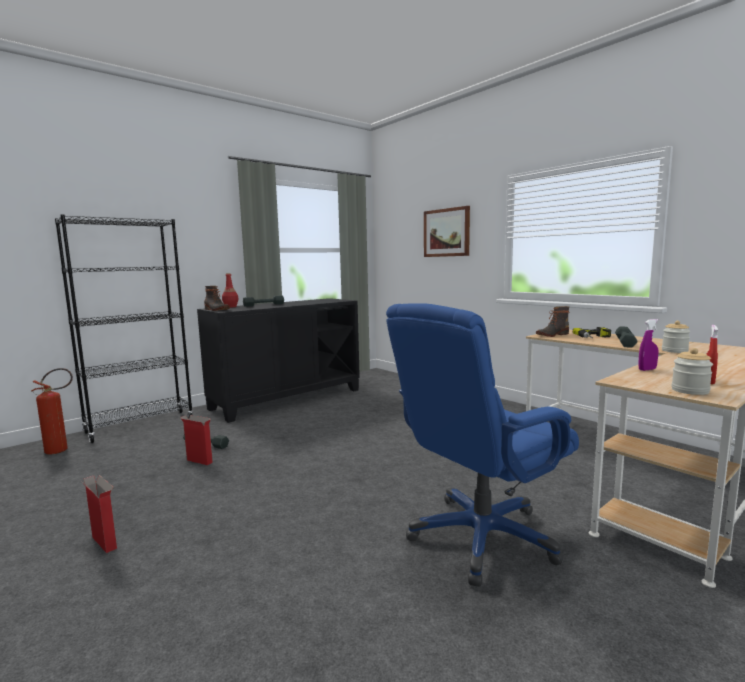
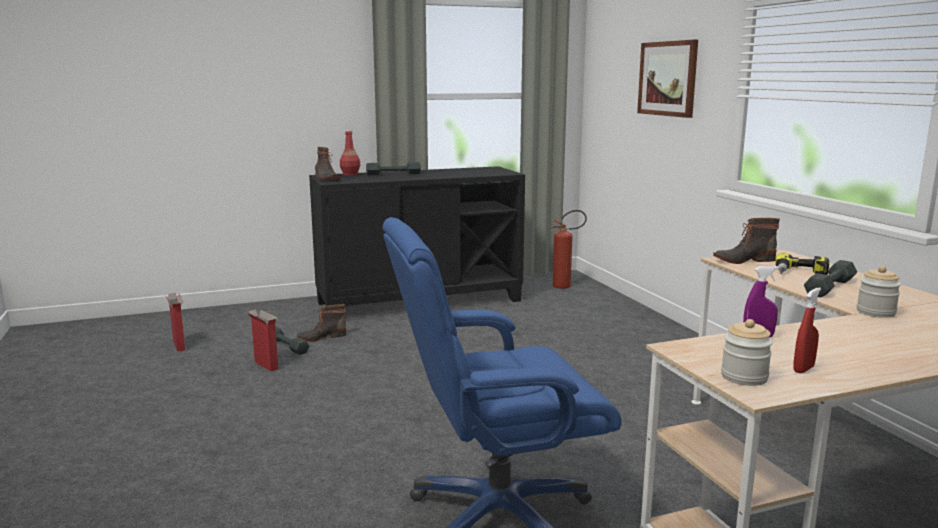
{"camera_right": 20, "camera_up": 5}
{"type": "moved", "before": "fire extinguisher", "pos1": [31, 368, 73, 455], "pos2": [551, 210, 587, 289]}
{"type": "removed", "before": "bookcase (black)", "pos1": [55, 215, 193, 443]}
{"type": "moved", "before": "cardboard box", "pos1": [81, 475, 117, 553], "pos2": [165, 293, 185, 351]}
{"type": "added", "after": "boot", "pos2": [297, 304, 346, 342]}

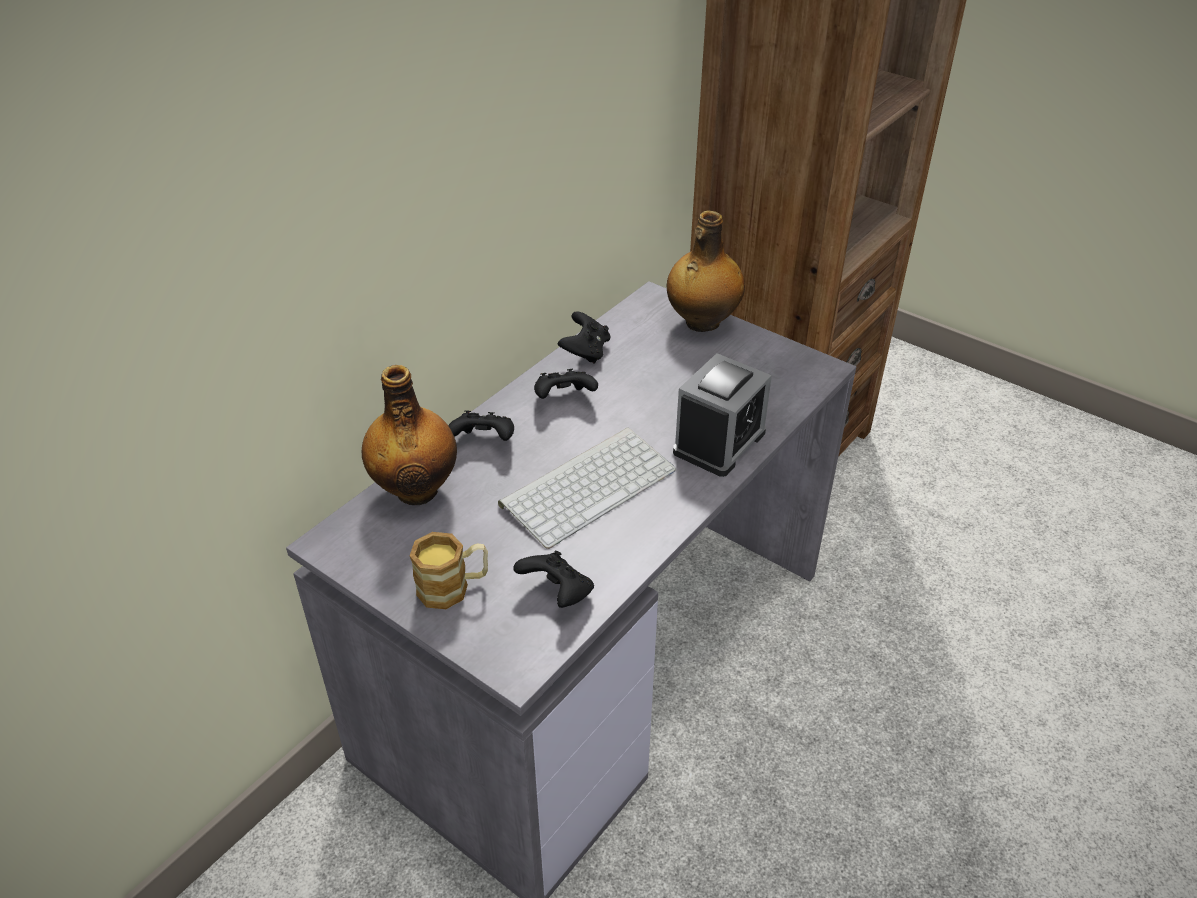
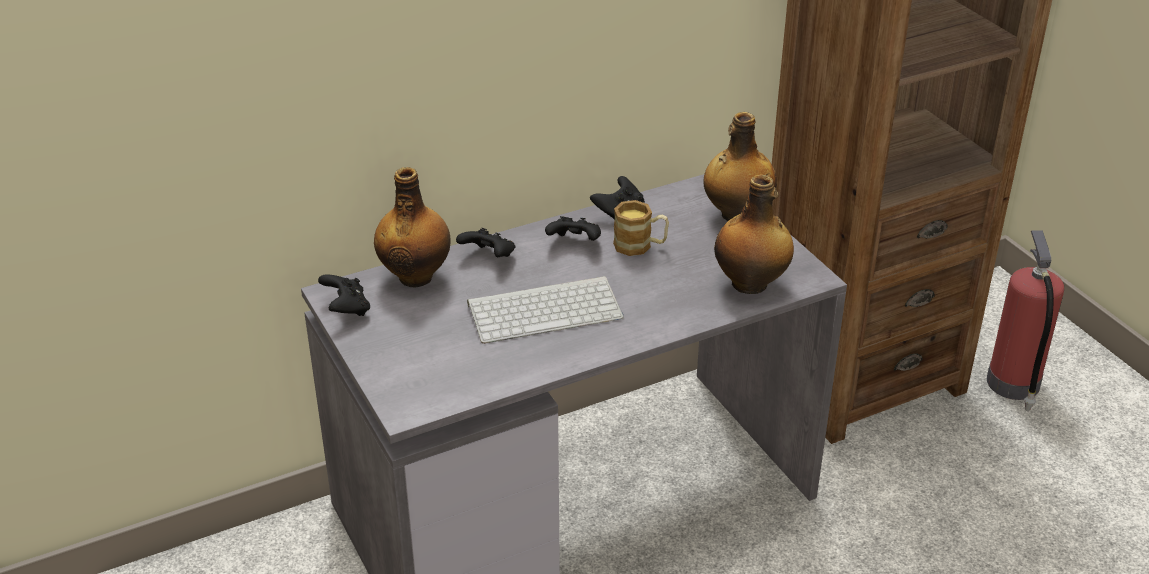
{"camera_right": 25, "camera_up": -5}
{"type": "moved", "before": "mug", "pos1": [409, 532, 488, 609], "pos2": [613, 200, 669, 256]}
{"type": "moved", "before": "game controller (black)", "pos1": [513, 551, 594, 608], "pos2": [318, 274, 370, 316]}
{"type": "removed", "before": "alarm clock", "pos1": [673, 353, 772, 477]}
{"type": "added", "after": "bottle", "pos2": [714, 174, 794, 294]}
{"type": "added", "after": "fire extinguisher", "pos2": [987, 230, 1064, 411]}

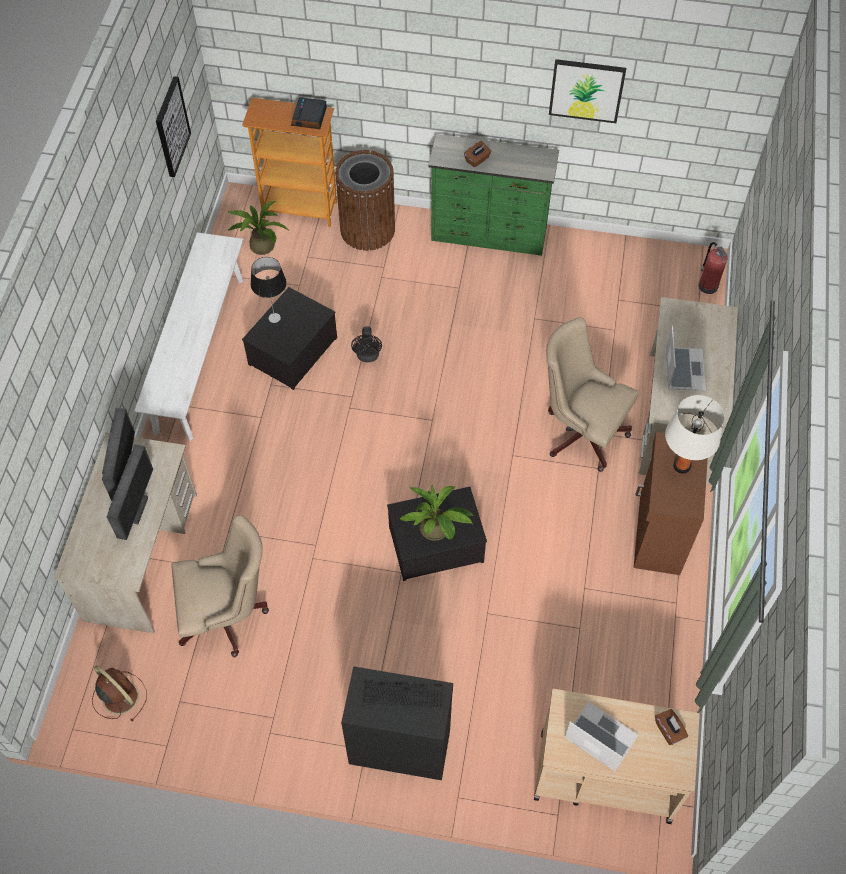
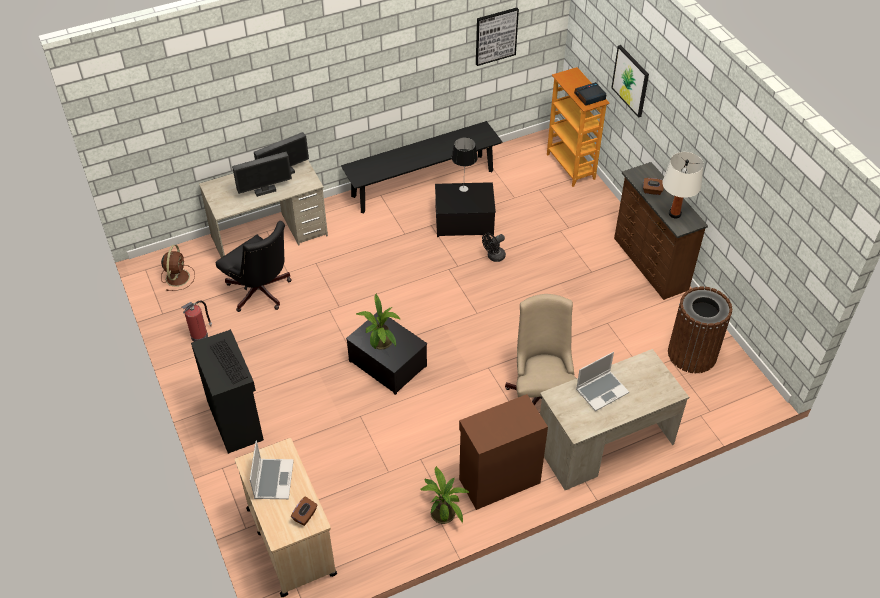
{"camera_right": 55, "camera_up": -10}
{"type": "recoloured", "before": "bench (white)", "after": "bench (black)", "pos1": [134, 232, 243, 441], "pos2": [341, 121, 502, 213]}
{"type": "recoloured", "before": "office chair (beige)", "after": "office chair (black)", "pos1": [171, 515, 269, 657], "pos2": [215, 221, 292, 312]}
{"type": "moved", "before": "potted plant", "pos1": [228, 201, 290, 255], "pos2": [420, 466, 470, 524]}
{"type": "moved", "before": "trash can (brown)", "pos1": [335, 150, 395, 251], "pos2": [668, 287, 732, 373]}
{"type": "recoloured", "before": "dresser (green)", "after": "dresser (brown)", "pos1": [429, 134, 559, 256], "pos2": [614, 162, 708, 300]}
{"type": "moved", "before": "picture", "pos1": [549, 59, 626, 123], "pos2": [611, 45, 649, 118]}
{"type": "moved", "before": "table lamp (white)", "pos1": [665, 395, 725, 474], "pos2": [662, 152, 703, 218]}
{"type": "moved", "before": "fire extinguisher", "pos1": [699, 242, 728, 294], "pos2": [181, 301, 212, 342]}

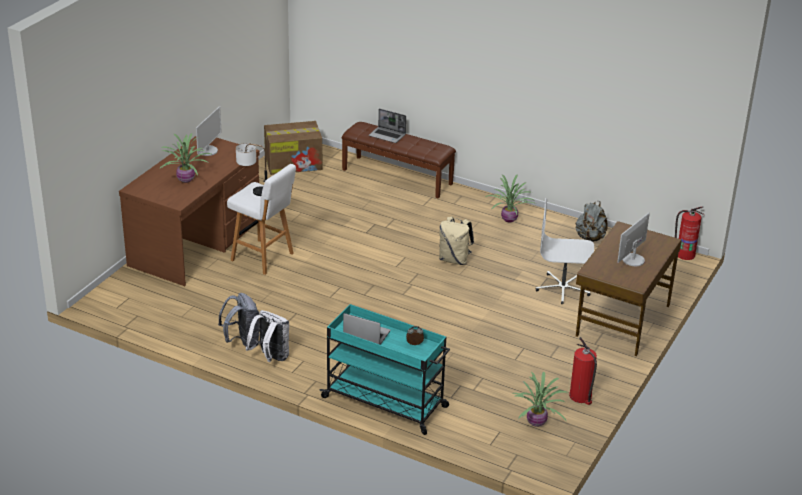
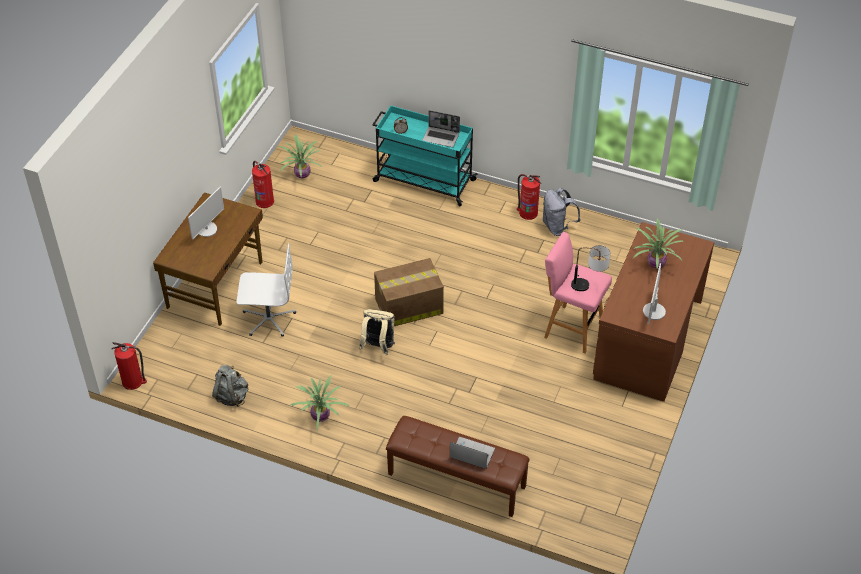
{"camera_right": 175, "camera_up": 15}
{"type": "recoloured", "before": "stool (white)", "after": "stool (pink)", "pos1": [227, 164, 296, 275], "pos2": [544, 232, 612, 354]}
{"type": "replaced", "before": "backpack (white)", "after": "fire extinguisher", "pos1": [246, 310, 289, 362], "pos2": [517, 174, 542, 220]}
{"type": "moved", "before": "cardboard box", "pos1": [264, 121, 322, 175], "pos2": [374, 258, 444, 326]}

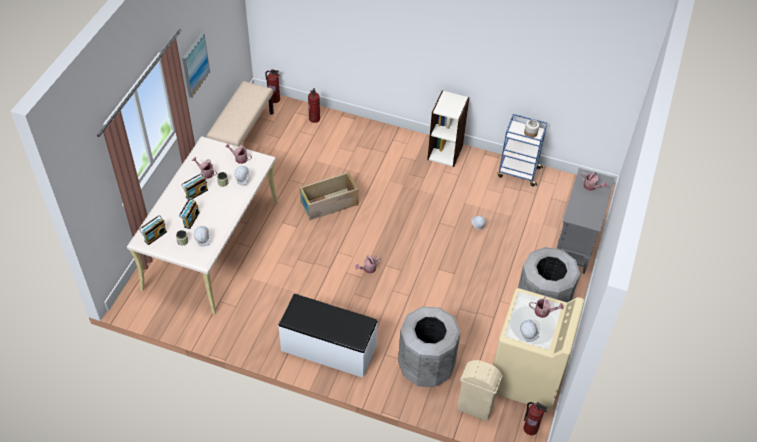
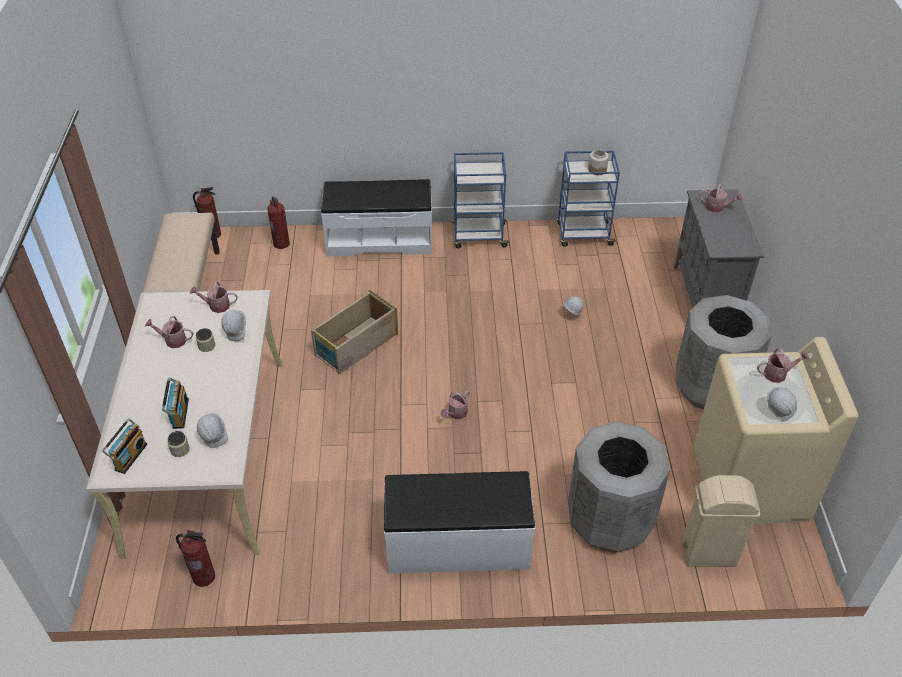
{"camera_right": -20, "camera_up": -5}
{"type": "removed", "before": "radio", "pos1": [181, 173, 208, 200]}
{"type": "removed", "before": "picture", "pos1": [182, 33, 210, 98]}
{"type": "replaced", "before": "bookcase", "after": "cart (blue)", "pos1": [427, 90, 469, 167], "pos2": [452, 152, 510, 249]}
{"type": "moved", "before": "fire extinguisher", "pos1": [524, 402, 547, 435], "pos2": [176, 530, 215, 587]}
{"type": "added", "after": "bench (white)", "pos2": [321, 179, 432, 257]}

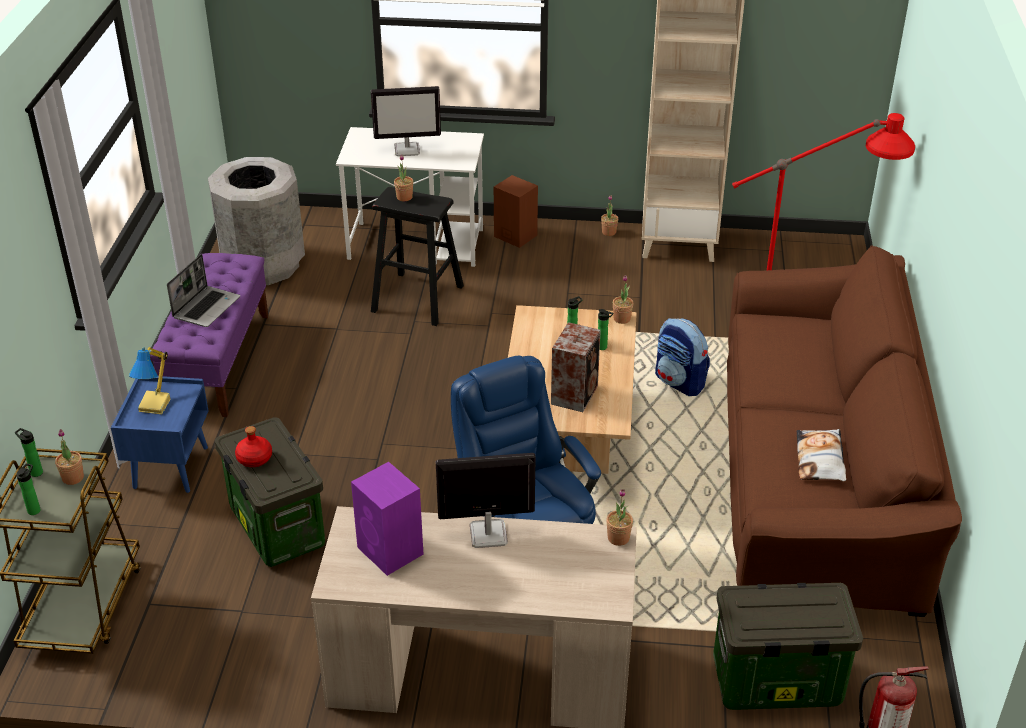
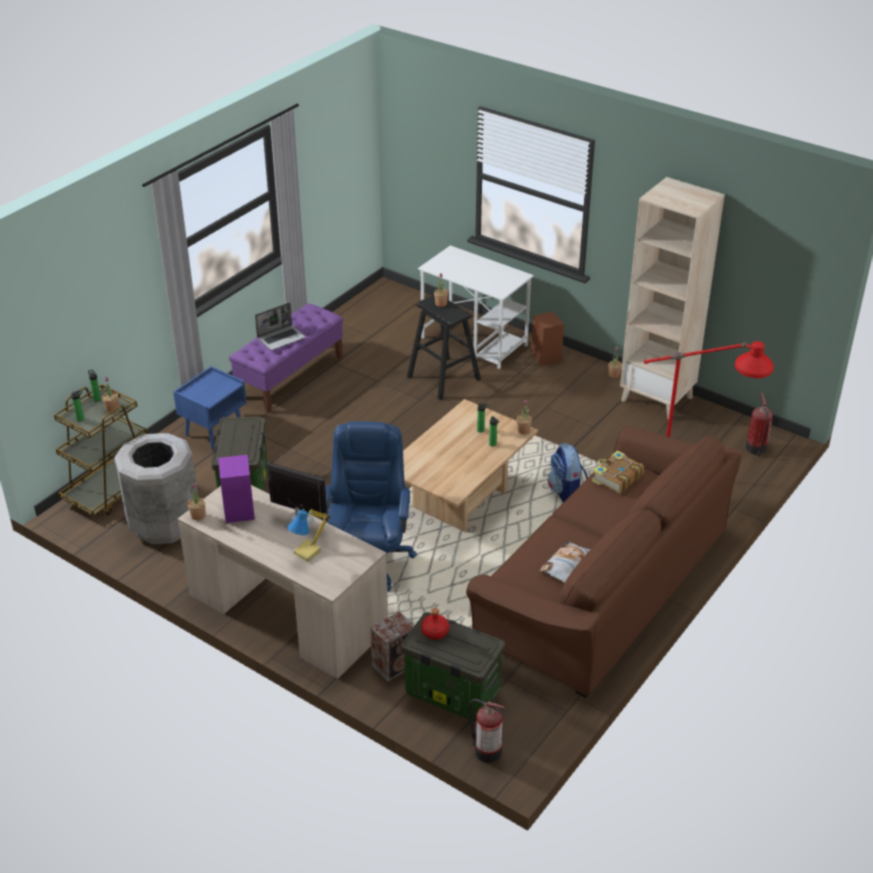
{"camera_right": 30, "camera_up": 0}
{"type": "moved", "before": "table lamp", "pos1": [129, 347, 171, 414], "pos2": [287, 509, 330, 562]}
{"type": "moved", "before": "trash can (grey)", "pos1": [208, 157, 305, 285], "pos2": [114, 433, 198, 544]}
{"type": "moved", "before": "bottle (red)", "pos1": [235, 426, 272, 467], "pos2": [421, 608, 449, 640]}
{"type": "removed", "before": "monitor", "pos1": [371, 86, 441, 156]}
{"type": "moved", "before": "speaker", "pos1": [551, 322, 601, 412], "pos2": [370, 612, 414, 681]}
{"type": "moved", "before": "potted plant", "pos1": [606, 489, 633, 546], "pos2": [188, 483, 205, 520]}
{"type": "added", "after": "book", "pos2": [592, 450, 644, 494]}
{"type": "added", "after": "fire extinguisher", "pos2": [746, 392, 773, 457]}

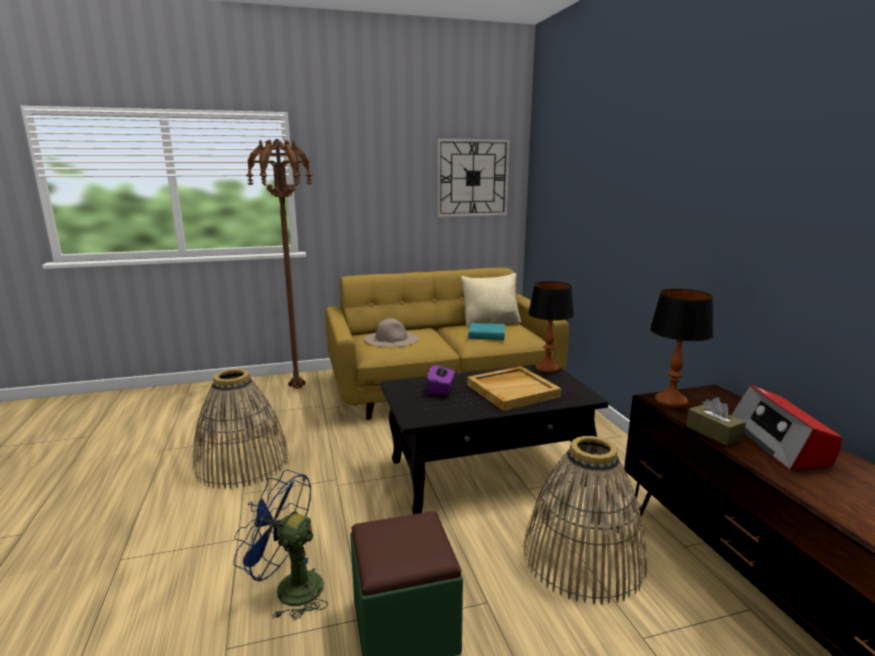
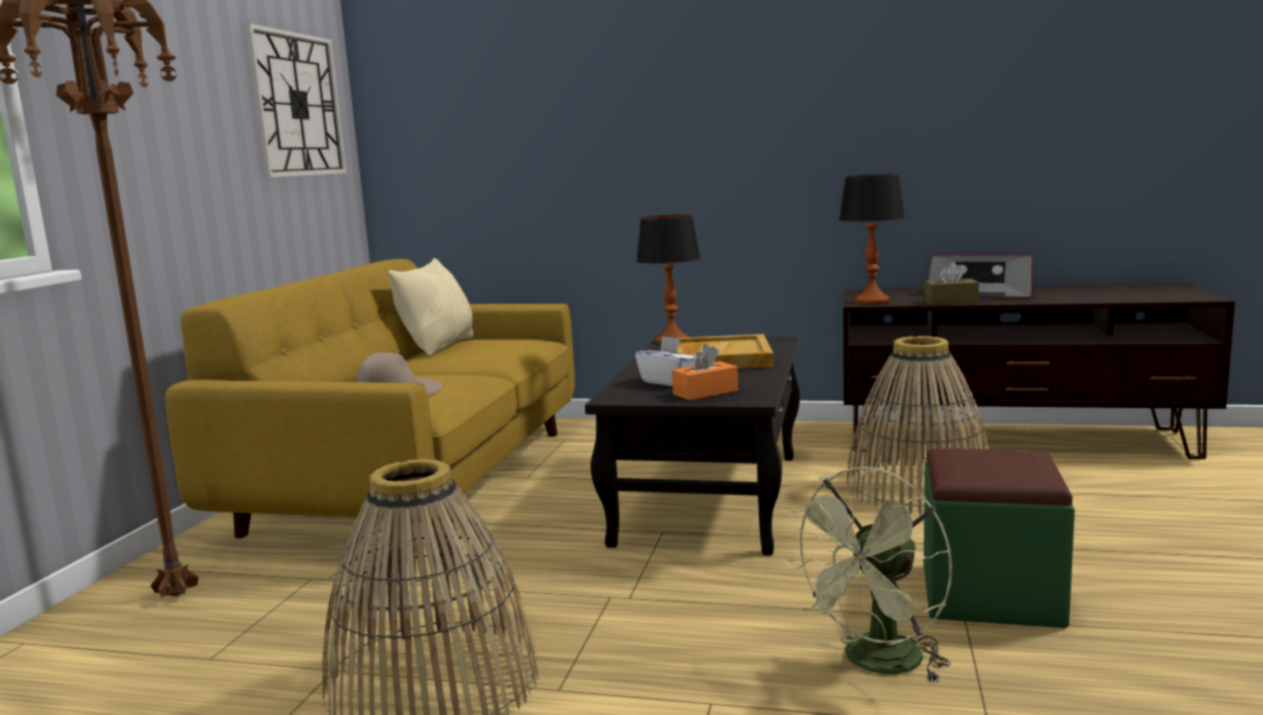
{"camera_right": -60, "camera_up": -5}
{"type": "recoloured", "before": "fan (blue)", "after": "fan (green)", "pos1": [233, 470, 328, 620], "pos2": [784, 467, 952, 683]}
{"type": "recoloured", "before": "tissue box (purple)", "after": "tissue box (white)", "pos1": [427, 362, 455, 396], "pos2": [635, 336, 695, 387]}
{"type": "removed", "before": "book (turquoise)", "pos1": [468, 323, 505, 340]}
{"type": "added", "after": "tissue box (orange)", "pos2": [672, 344, 738, 401]}

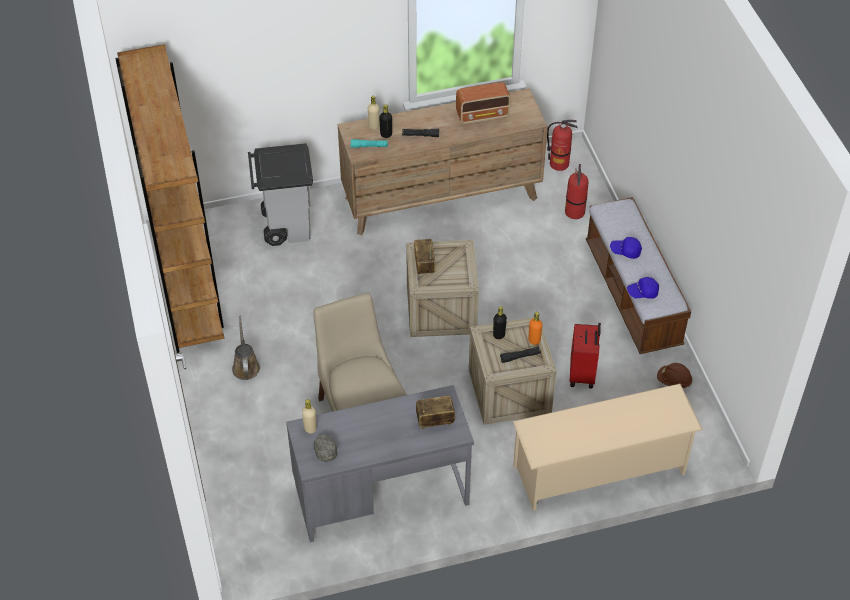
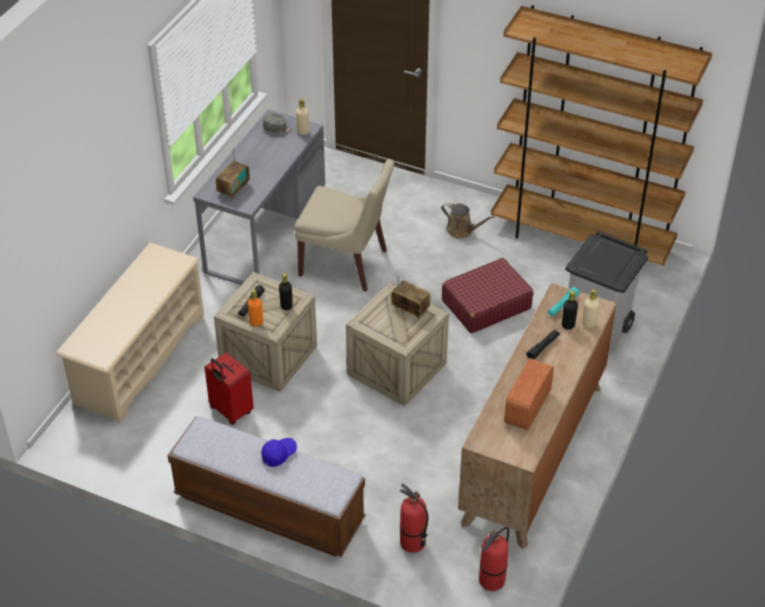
{"camera_right": 130, "camera_up": -5}
{"type": "removed", "before": "cap (blue)", "pos1": [627, 277, 659, 299]}
{"type": "removed", "before": "hard hat (brown)", "pos1": [657, 363, 693, 388]}
{"type": "added", "after": "suitcase (red)", "pos2": [442, 258, 534, 333]}

